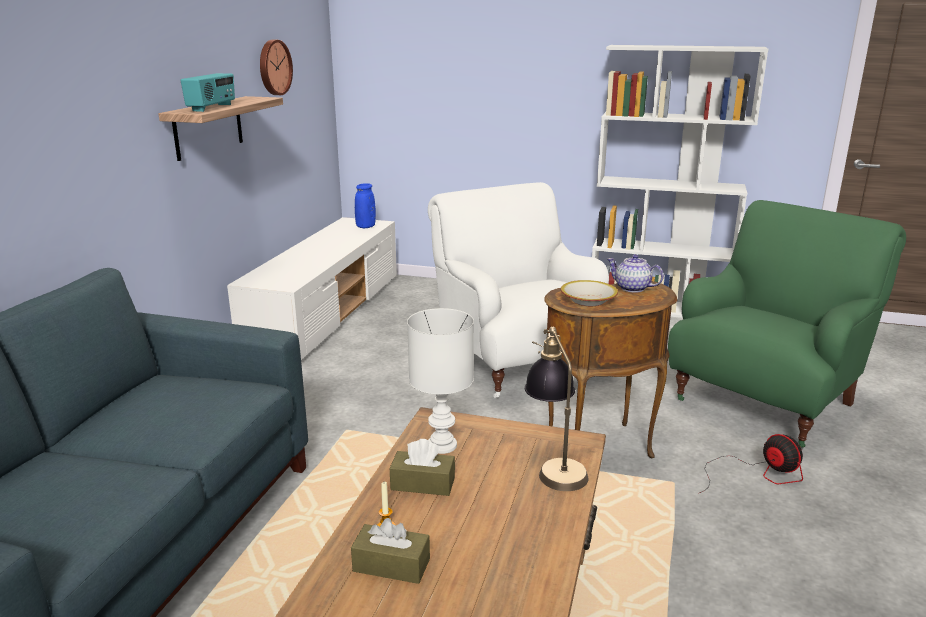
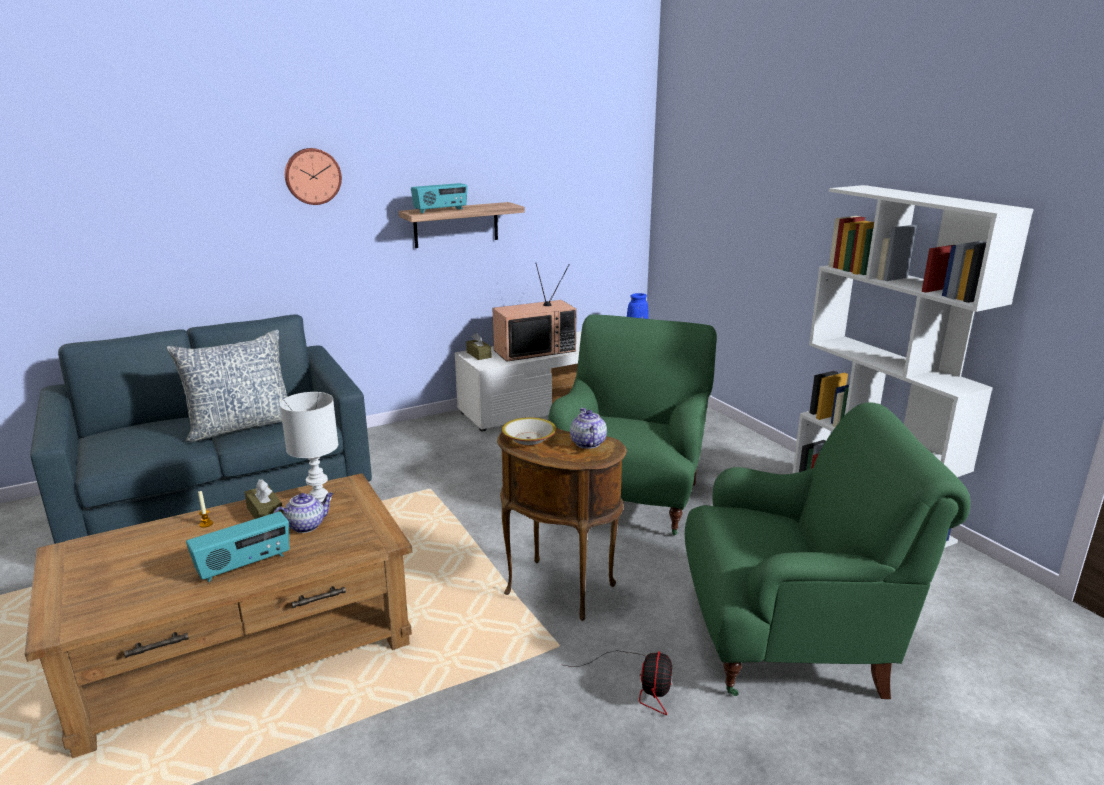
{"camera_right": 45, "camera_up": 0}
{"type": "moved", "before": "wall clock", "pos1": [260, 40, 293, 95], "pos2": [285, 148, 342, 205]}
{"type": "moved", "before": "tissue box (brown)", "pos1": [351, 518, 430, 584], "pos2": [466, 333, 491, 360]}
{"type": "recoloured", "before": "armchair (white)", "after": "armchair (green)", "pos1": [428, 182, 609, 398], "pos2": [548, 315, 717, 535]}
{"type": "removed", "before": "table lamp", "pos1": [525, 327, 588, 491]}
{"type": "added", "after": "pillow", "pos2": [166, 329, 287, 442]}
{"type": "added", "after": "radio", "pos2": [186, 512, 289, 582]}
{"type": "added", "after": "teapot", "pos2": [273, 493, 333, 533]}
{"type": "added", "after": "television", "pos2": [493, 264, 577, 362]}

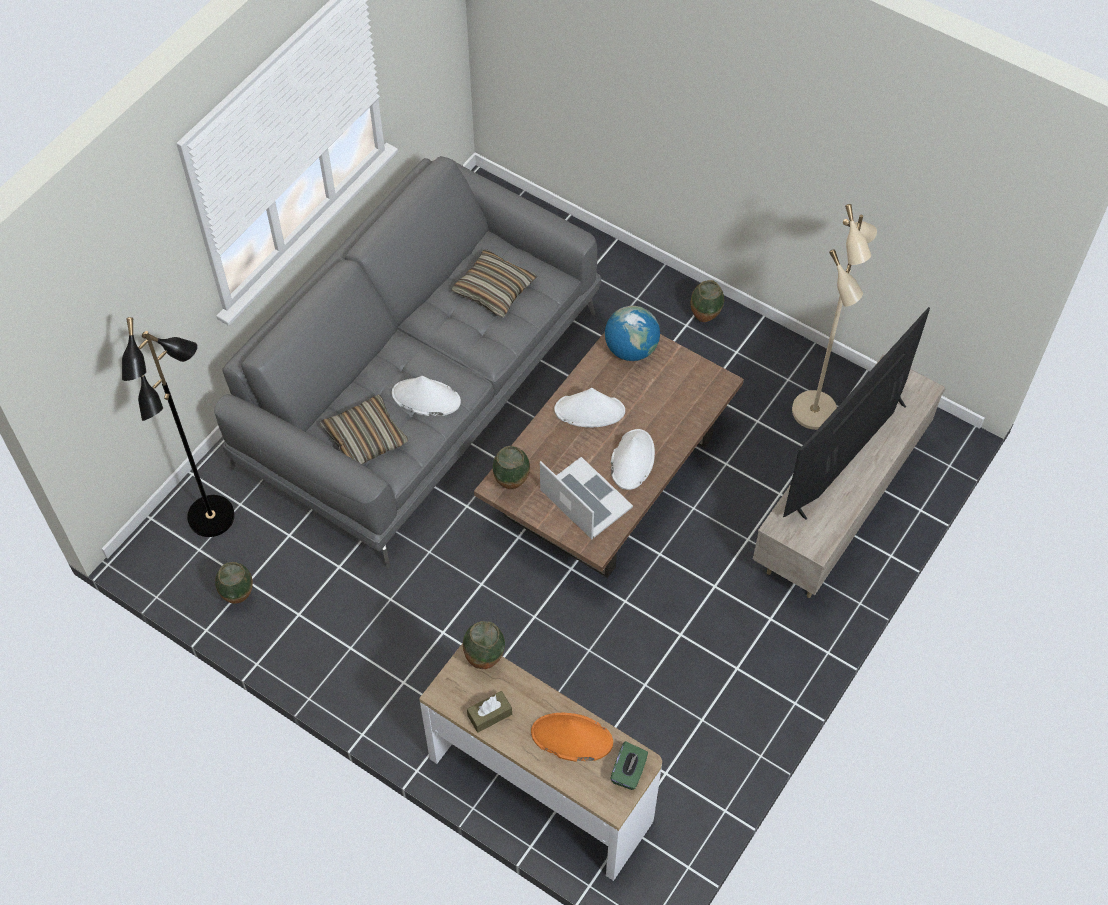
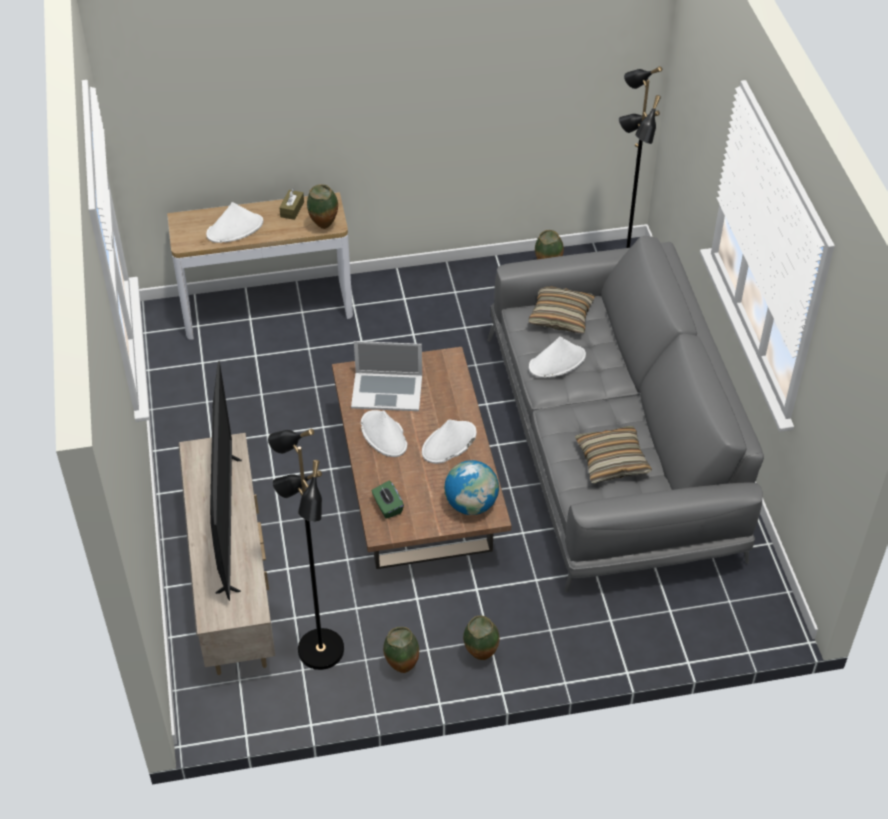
{"camera_right": 135, "camera_up": -10}
{"type": "moved", "before": "vase", "pos1": [493, 446, 530, 489], "pos2": [383, 627, 419, 673]}
{"type": "recoloured", "before": "hat (orange)", "after": "hat (white)", "pos1": [531, 713, 613, 762], "pos2": [206, 202, 263, 243]}
{"type": "moved", "before": "tissue box (green)", "pos1": [610, 741, 648, 790], "pos2": [372, 481, 404, 519]}
{"type": "recoloured", "before": "floor lamp (beige)", "after": "floor lamp (black)", "pos1": [792, 204, 877, 430], "pos2": [268, 429, 344, 670]}

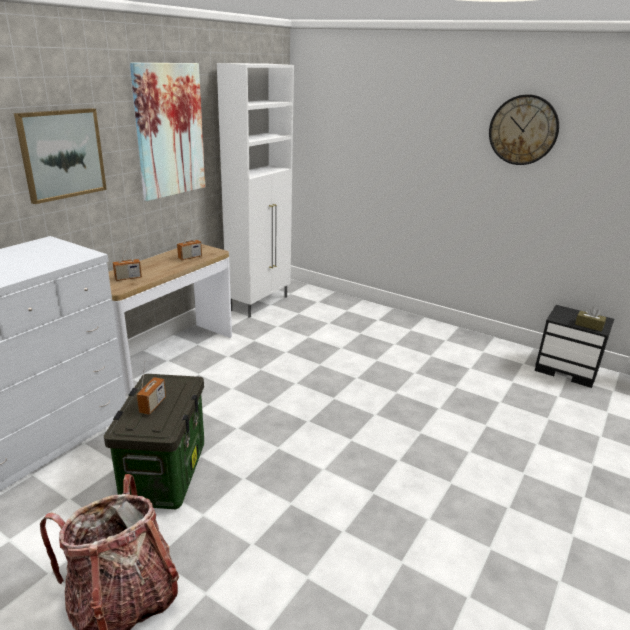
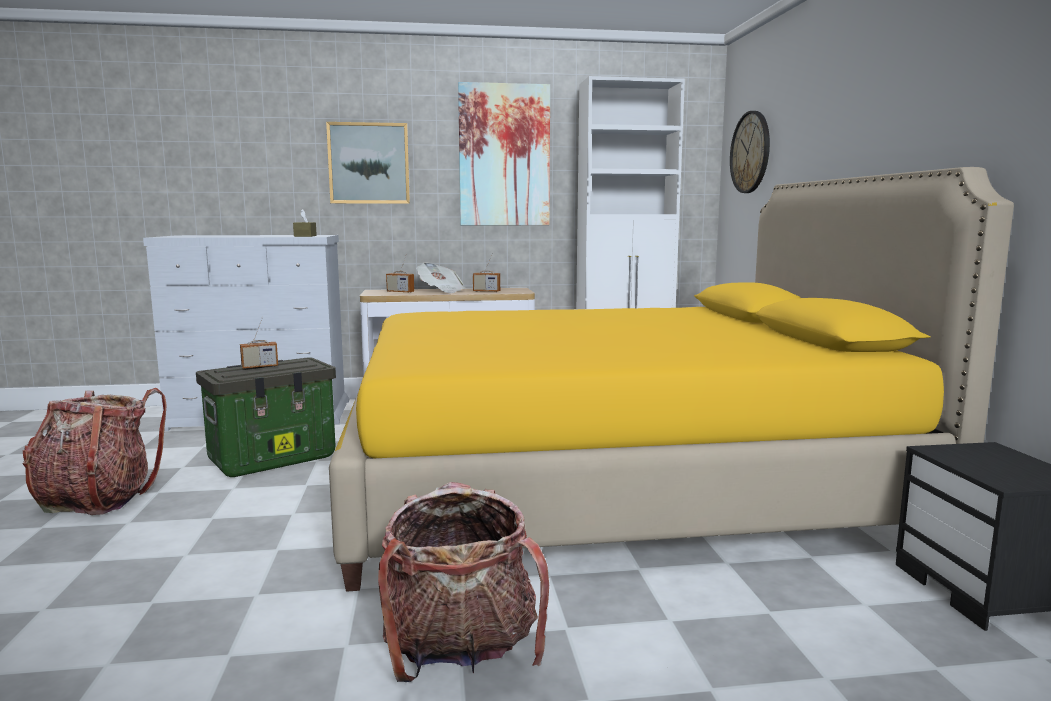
{"camera_right": 50, "camera_up": -15}
{"type": "moved", "before": "wall clock", "pos1": [489, 94, 559, 165], "pos2": [730, 111, 770, 193]}
{"type": "moved", "before": "tissue box (brown)", "pos1": [575, 307, 607, 331], "pos2": [293, 209, 317, 237]}
{"type": "added", "after": "bed (yellow)", "pos2": [329, 167, 1014, 592]}
{"type": "added", "after": "backpack", "pos2": [378, 482, 549, 682]}
{"type": "added", "after": "newspaper", "pos2": [416, 262, 465, 294]}

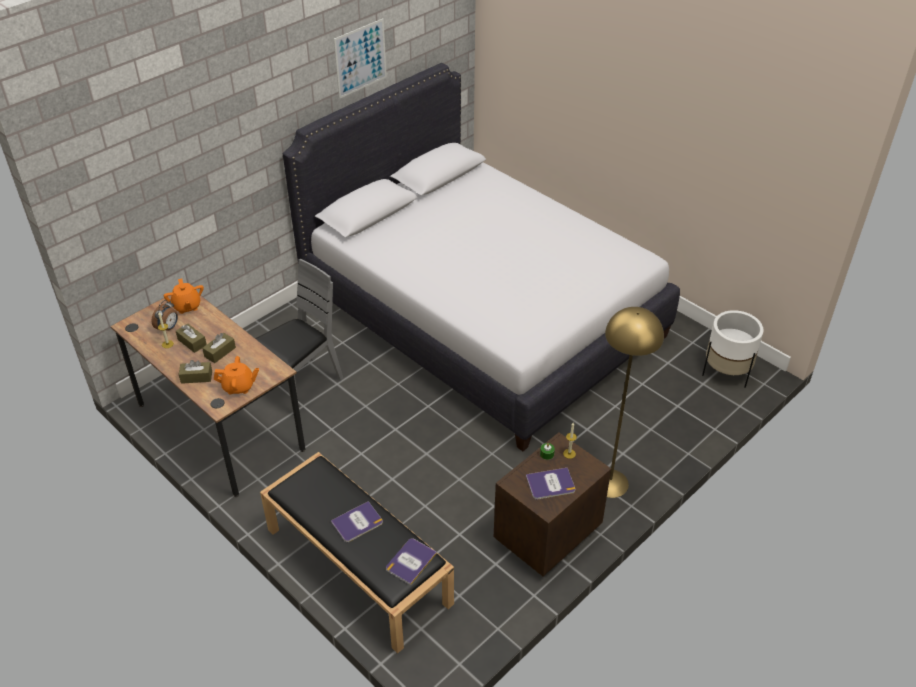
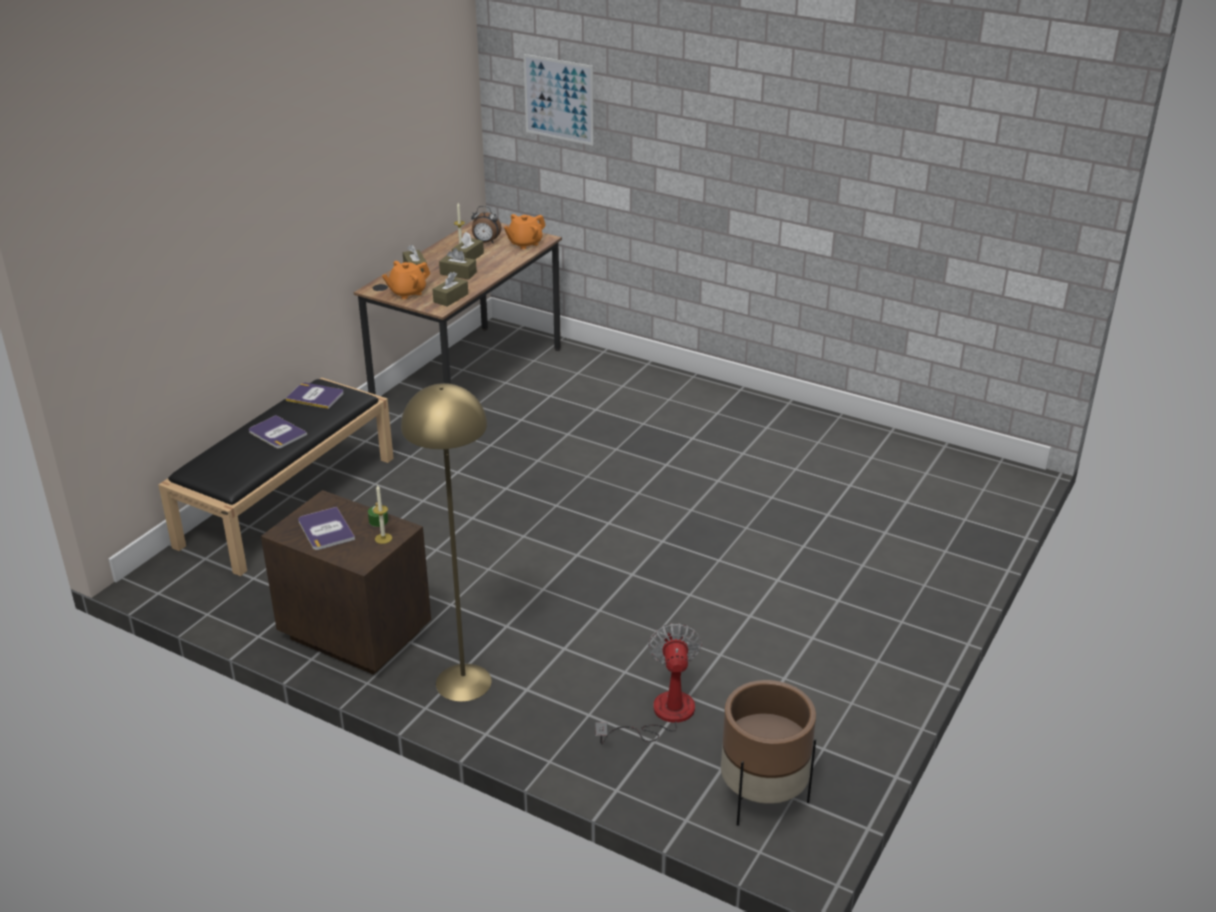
{"camera_right": 75, "camera_up": -10}
{"type": "turned", "before": "teapot (orange)", "pos1": [214, 356, 259, 395], "pos2": [382, 261, 430, 299], "turn": 75}
{"type": "removed", "before": "chair (grey)", "pos1": [255, 259, 343, 413]}
{"type": "removed", "before": "bed (white)", "pos1": [283, 63, 680, 451]}
{"type": "moved", "before": "picture", "pos1": [334, 19, 387, 99], "pos2": [523, 54, 594, 145]}
{"type": "moved", "before": "book", "pos1": [386, 538, 437, 585], "pos2": [285, 383, 344, 409]}
{"type": "recoloured", "before": "planter (white)", "after": "planter (brown)", "pos1": [702, 310, 764, 388], "pos2": [721, 680, 816, 826]}
{"type": "added", "after": "tissue box (brown)", "pos2": [432, 272, 468, 306]}
{"type": "added", "after": "fan", "pos2": [596, 623, 702, 744]}

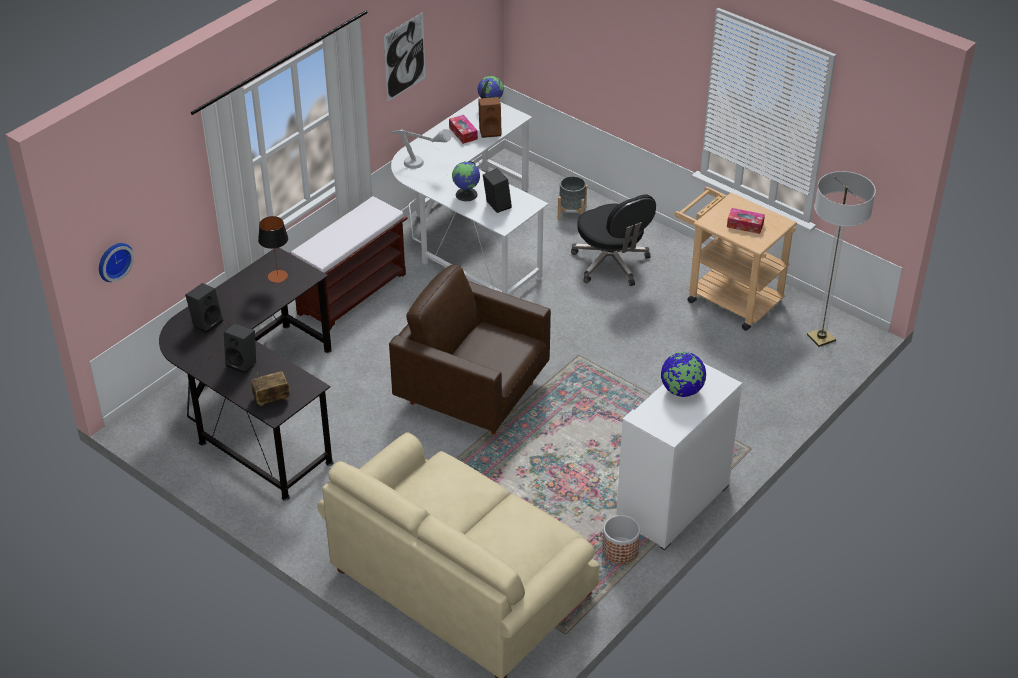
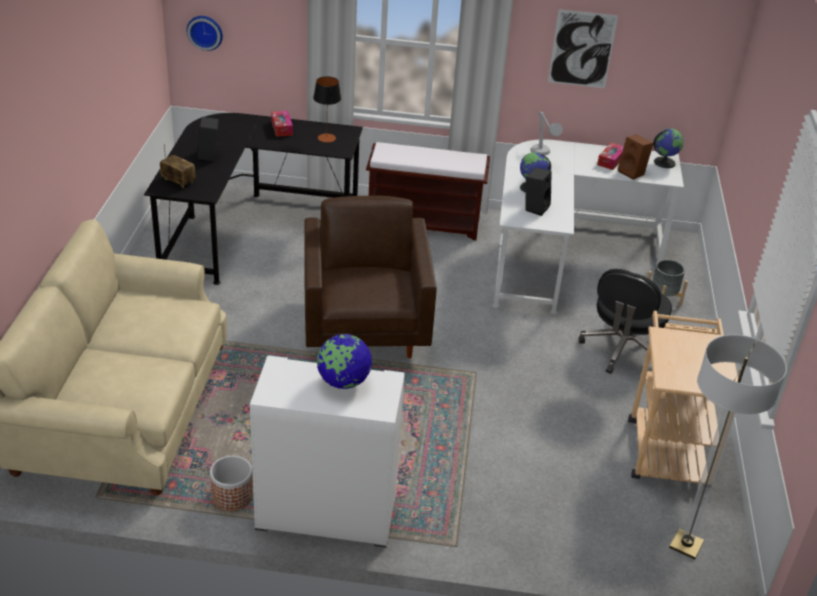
{"camera_right": 55, "camera_up": -5}
{"type": "removed", "before": "speaker (black)", "pos1": [185, 283, 223, 333]}
{"type": "moved", "before": "tissue box", "pos1": [727, 208, 765, 234], "pos2": [271, 111, 293, 137]}

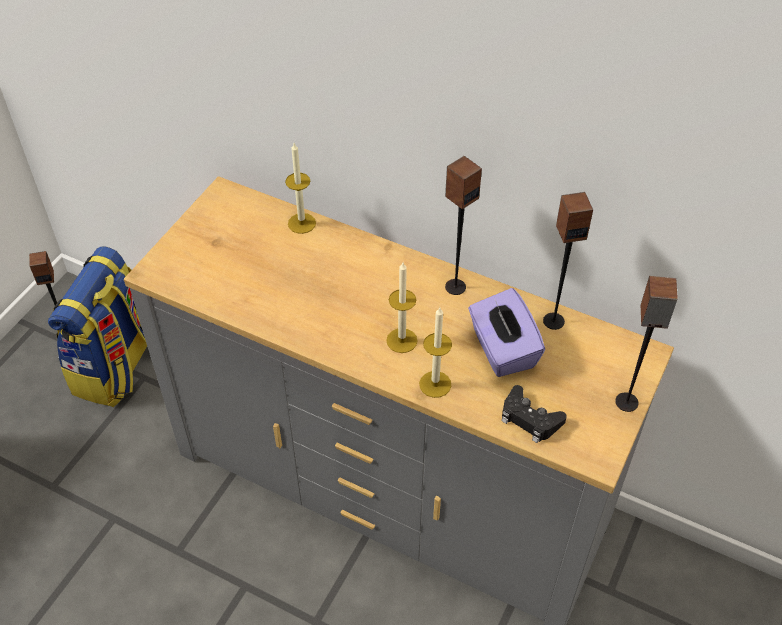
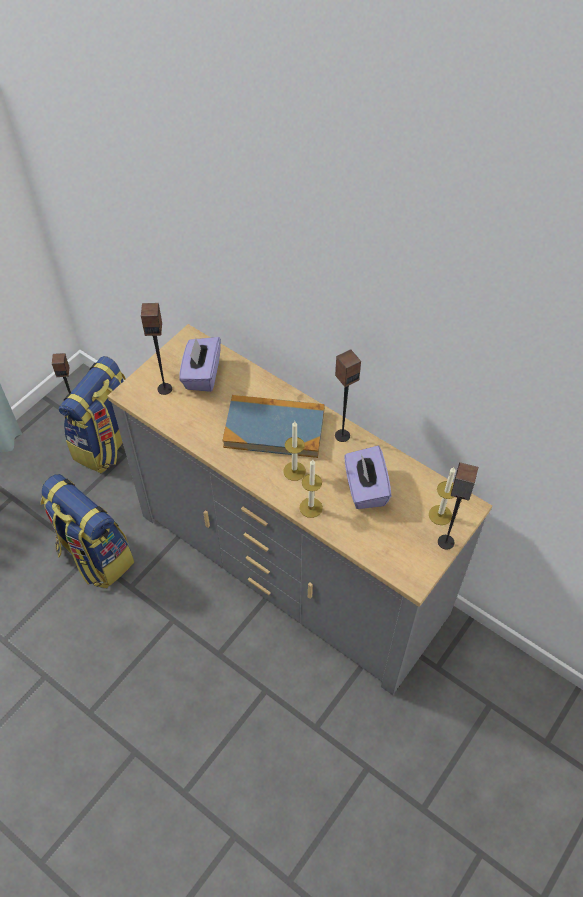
{"camera_right": 10, "camera_up": 5}
{"type": "moved", "before": "candle", "pos1": [285, 143, 316, 234], "pos2": [429, 467, 455, 525]}
{"type": "removed", "before": "game controller (black)", "pos1": [501, 385, 567, 443]}
{"type": "moved", "before": "speaker", "pos1": [543, 192, 593, 330], "pos2": [141, 303, 172, 395]}
{"type": "added", "after": "backpack", "pos2": [41, 474, 134, 588]}
{"type": "added", "after": "tissue box (purple)", "pos2": [179, 337, 221, 392]}
{"type": "added", "after": "book", "pos2": [222, 395, 325, 458]}

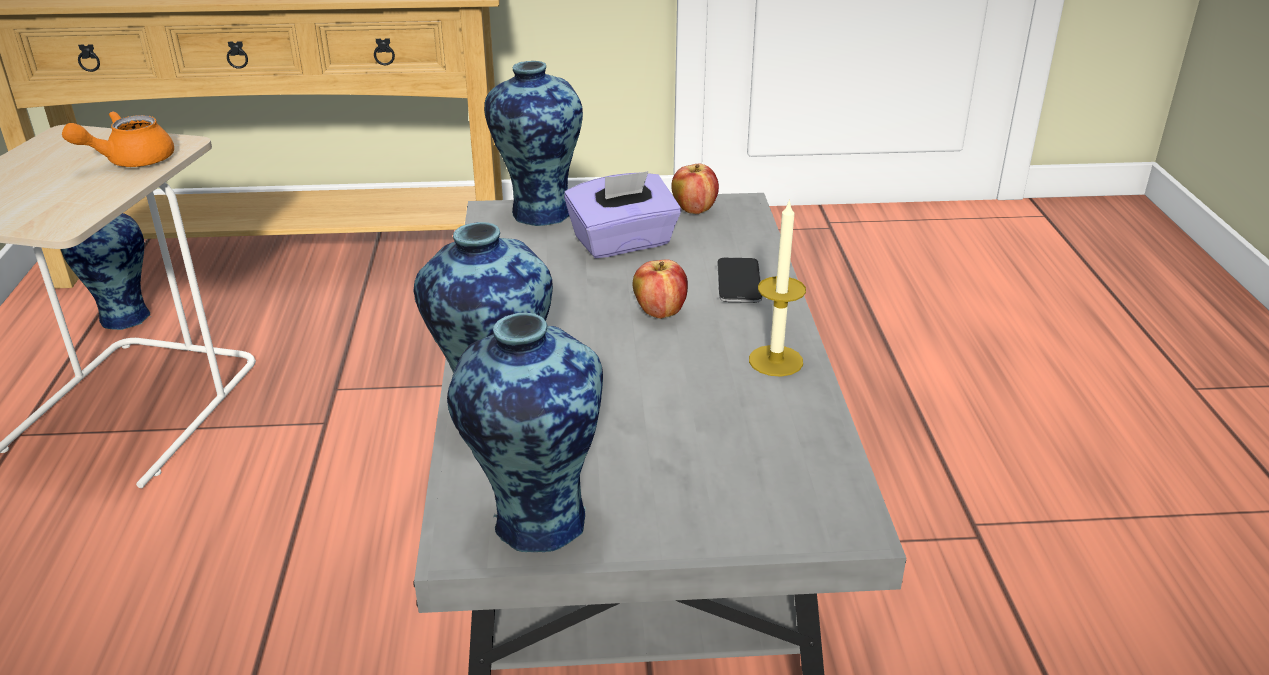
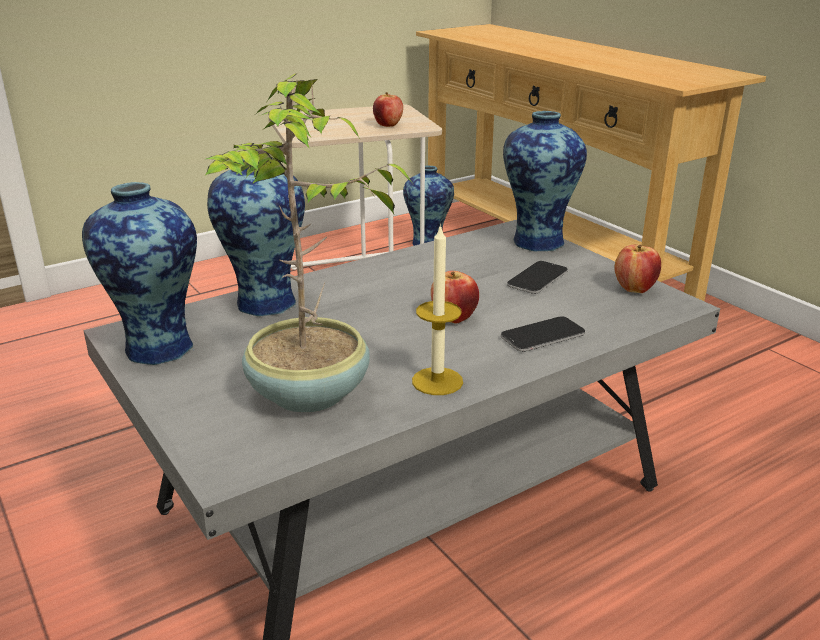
{"camera_right": 60, "camera_up": -5}
{"type": "replaced", "before": "teapot (orange)", "after": "apple", "pos1": [62, 111, 174, 167], "pos2": [373, 92, 403, 127]}
{"type": "replaced", "before": "tissue box (purple)", "after": "phone", "pos1": [564, 171, 681, 259], "pos2": [507, 261, 568, 294]}
{"type": "added", "after": "potted plant", "pos2": [205, 73, 411, 413]}

